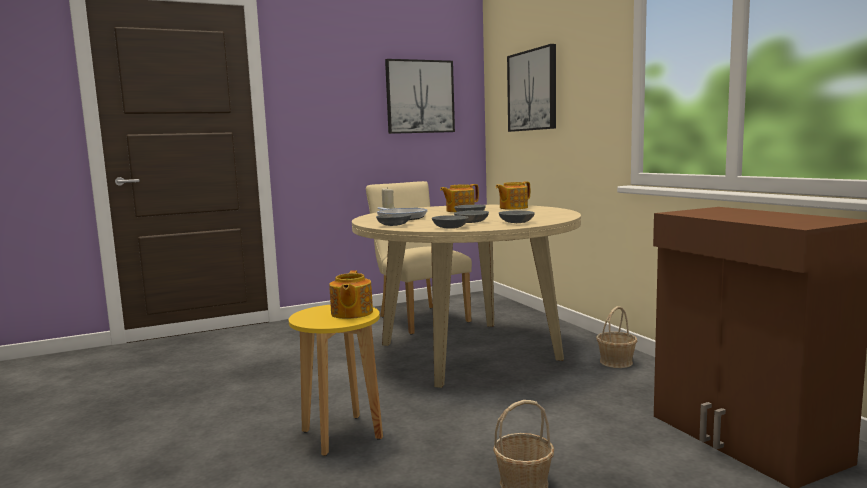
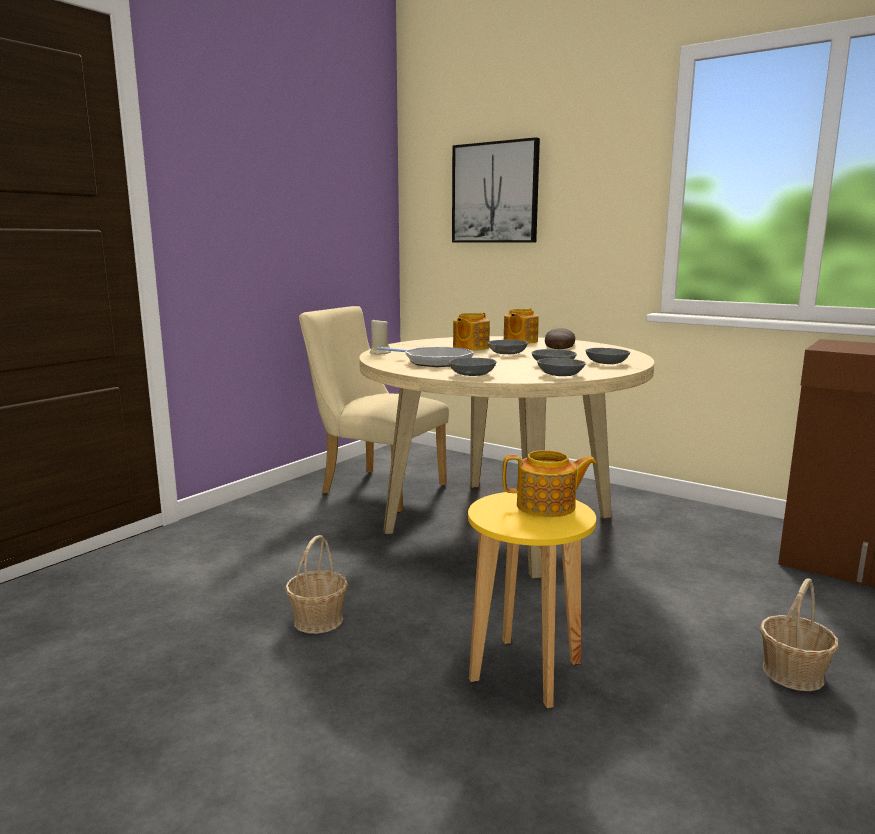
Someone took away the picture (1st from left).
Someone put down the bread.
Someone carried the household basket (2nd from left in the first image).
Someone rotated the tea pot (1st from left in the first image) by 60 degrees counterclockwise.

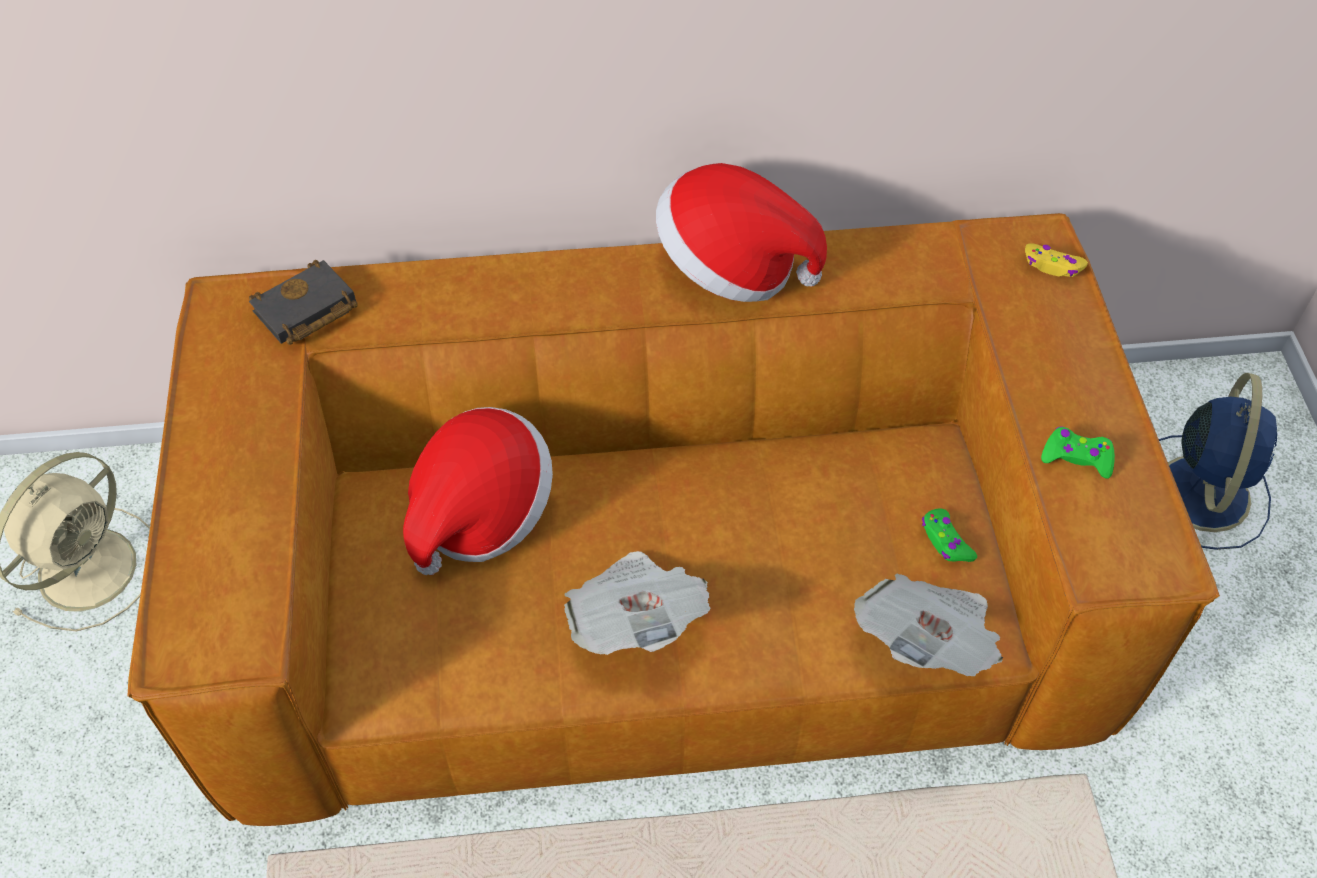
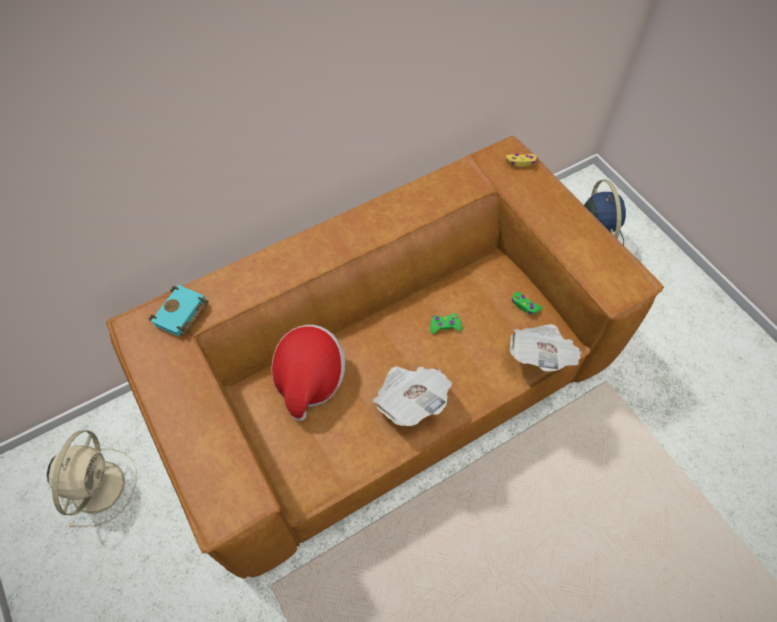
Someone took away the hat (2nd from left).
Someone carried the green joypad (2nd from left in the first image).
Someone repainted the black-coloured book, which became the turquoise-coloured book.

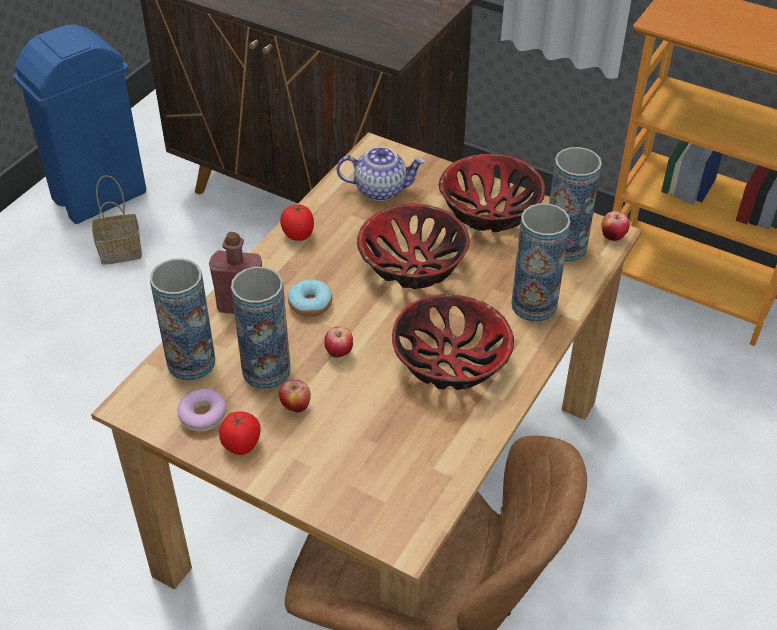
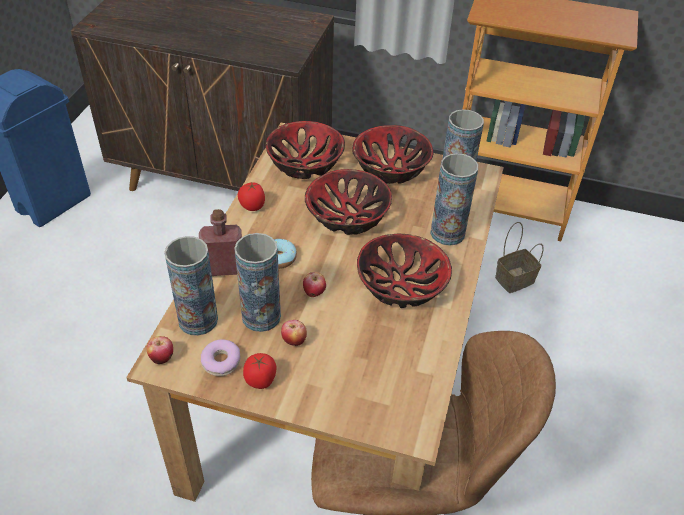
Someone carried the household basket.
Someone carried the apple (3rd from left in the first image).
Someone swapped the tea pot for the serving bowl (1st from left).

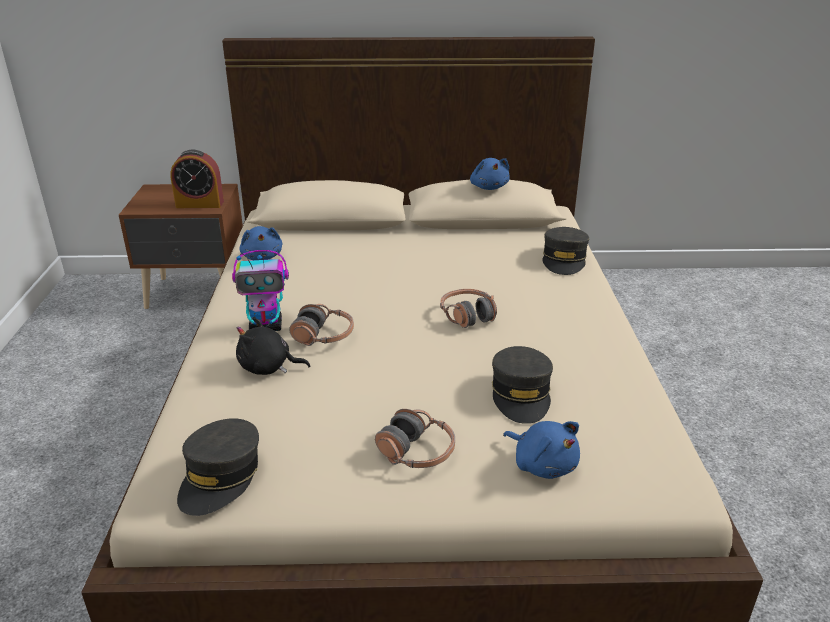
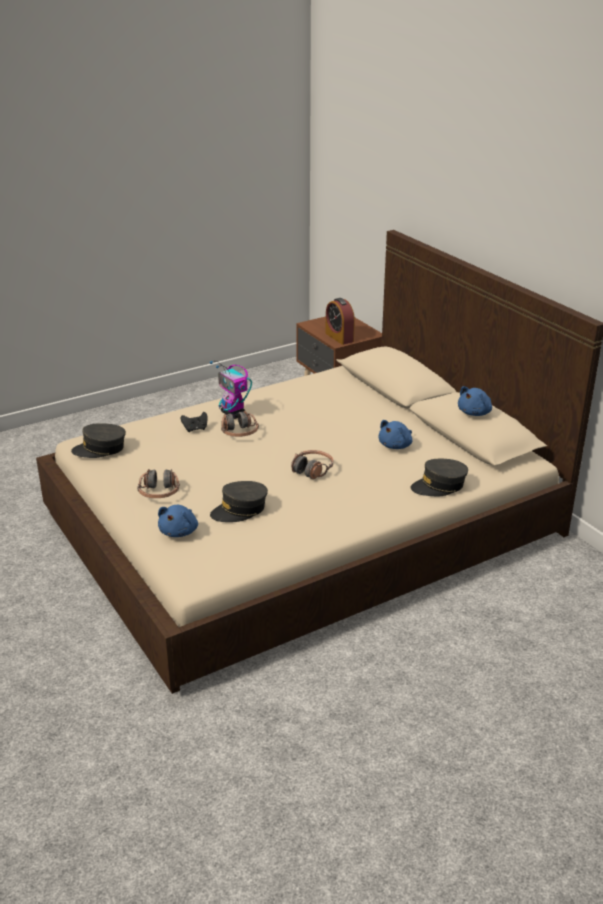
Someone carried the blue soft toy (1st from left in the first image).
Someone swapped the black-coloured soft toy for the black-coloured joypad.

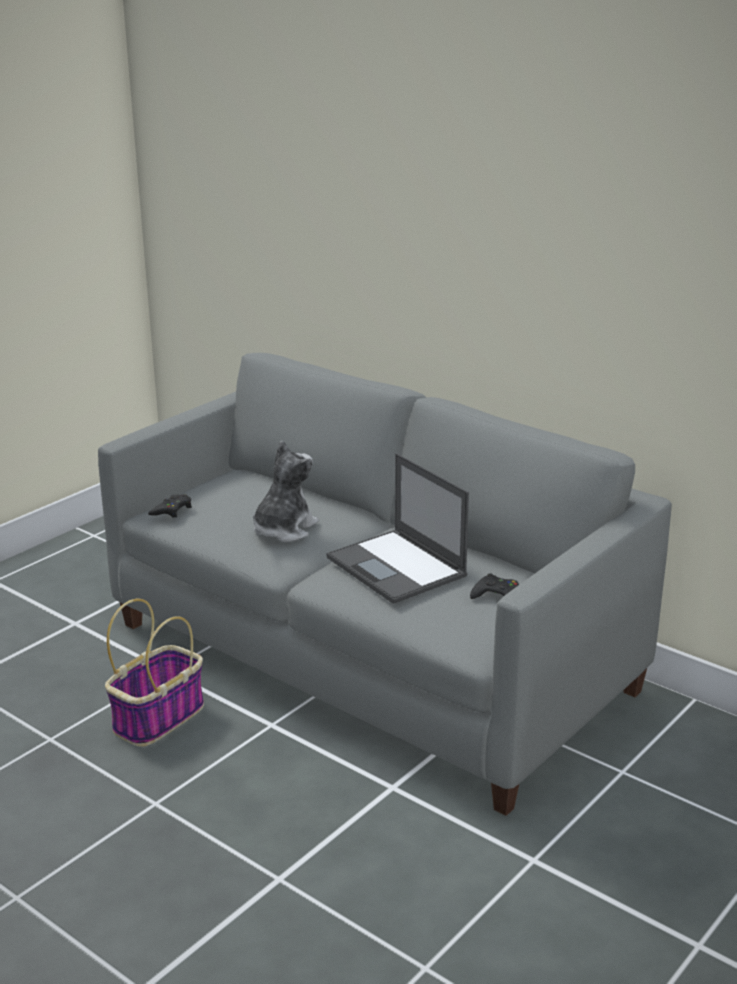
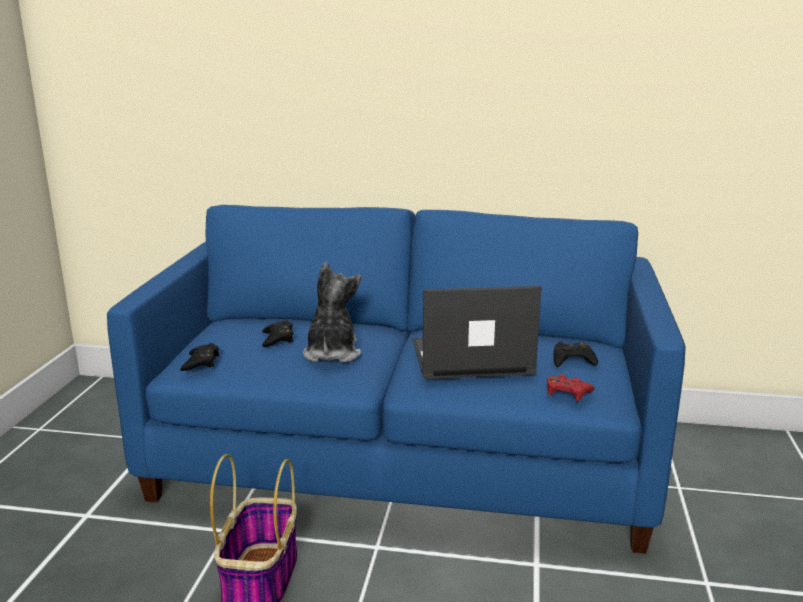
Someone put down the black-coloured joypad (2nd from left).
Someone put down the red-coloured joypad.
Someone repainted the grey sofa, which became the blue sofa.
Someone rotated the portable computer by 150 degrees clockwise.

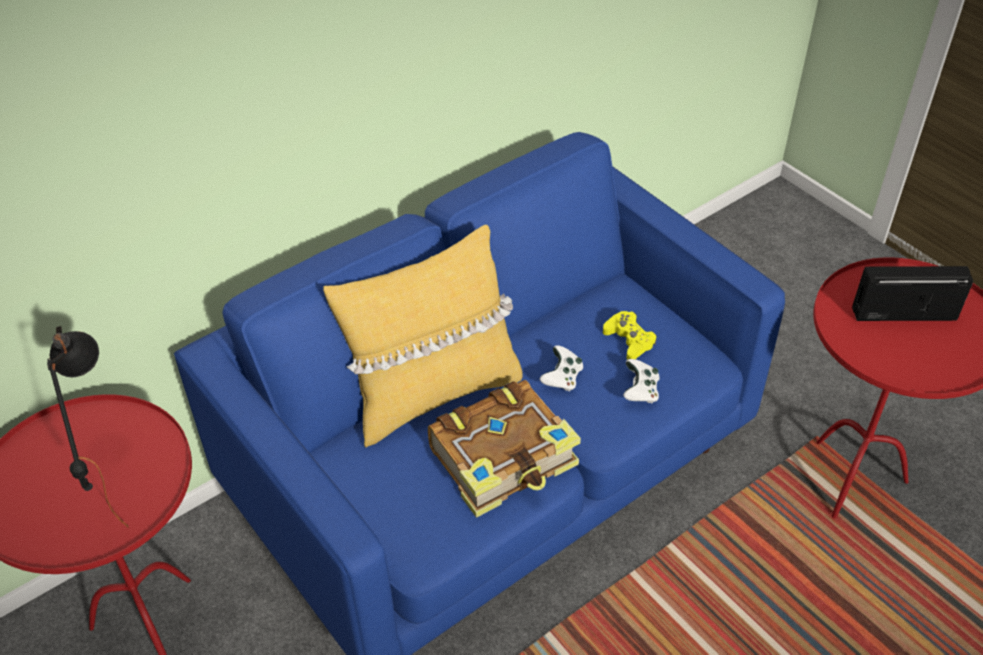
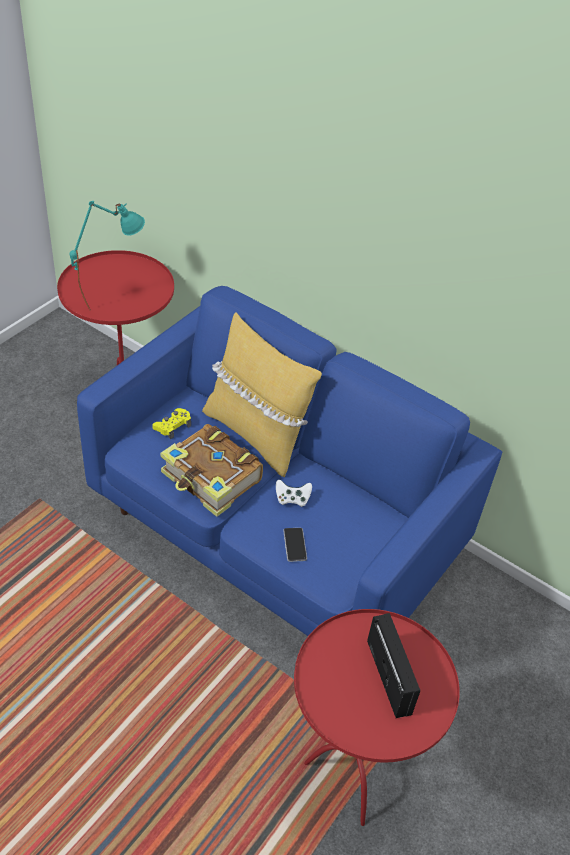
Someone carried the yellowish joypad.
Someone swapped the white-coloured joypad (2nd from left) for the handset.
Someone repainted the black-coloured lamp for a table, which became the turquoise-coloured lamp for a table.

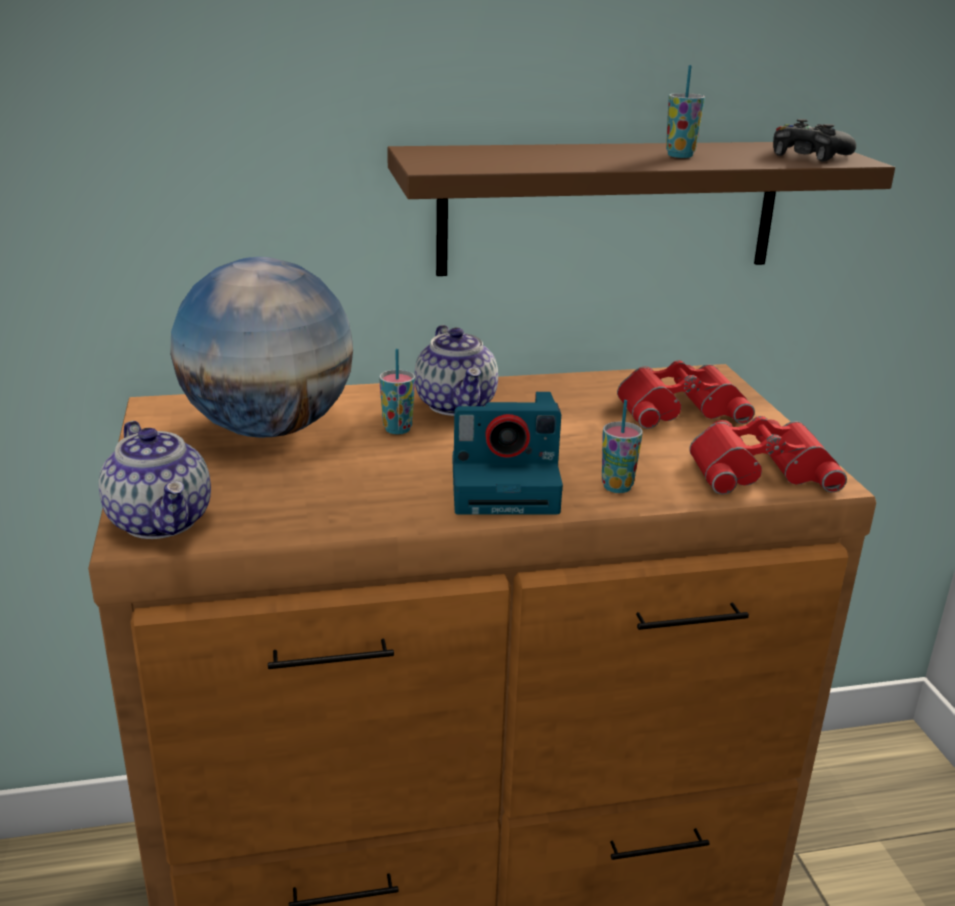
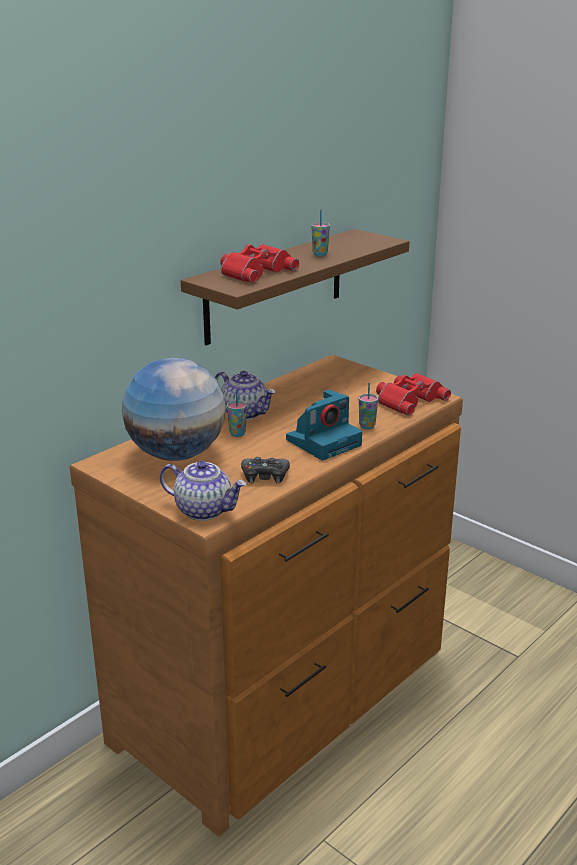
Someone carried the red-coloured field glasses (1st from left).
Someone carried the black-coloured joypad.

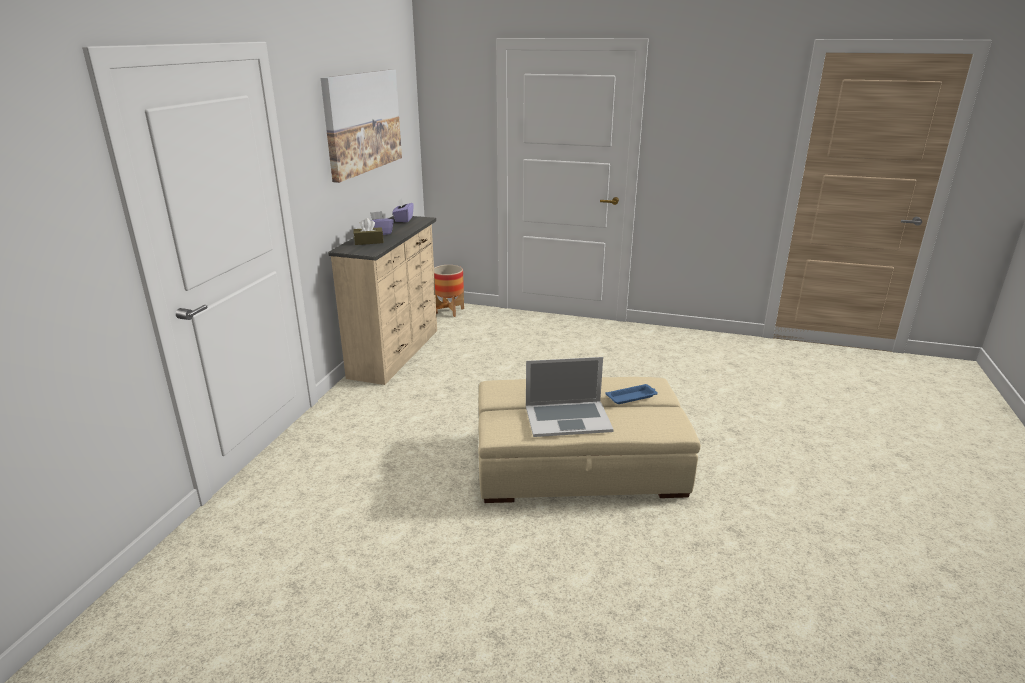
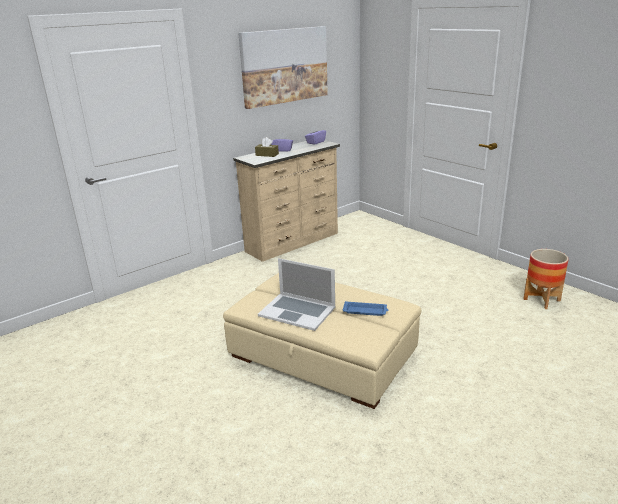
Someone carried the plant pot.

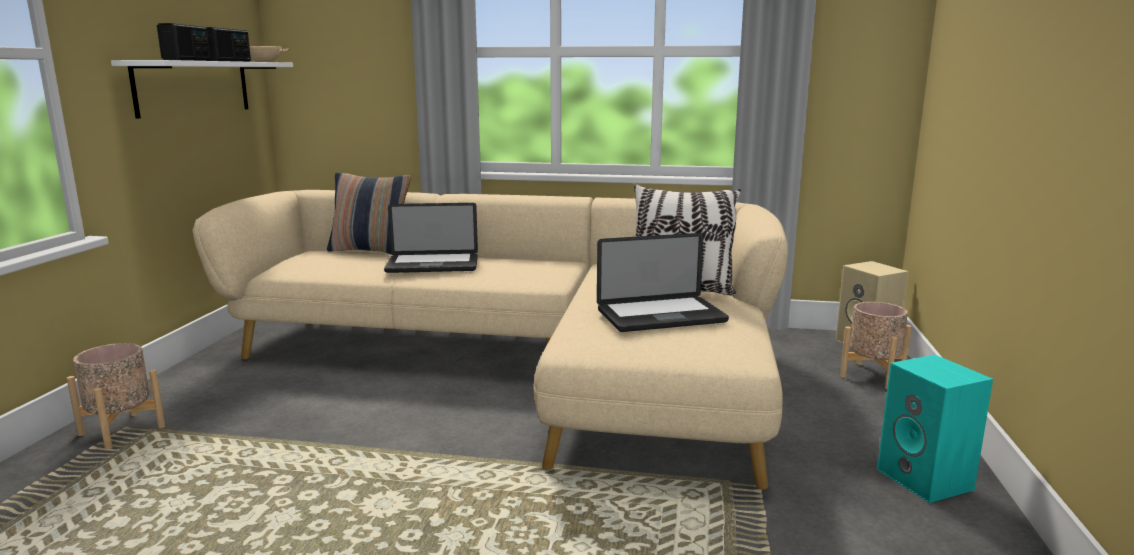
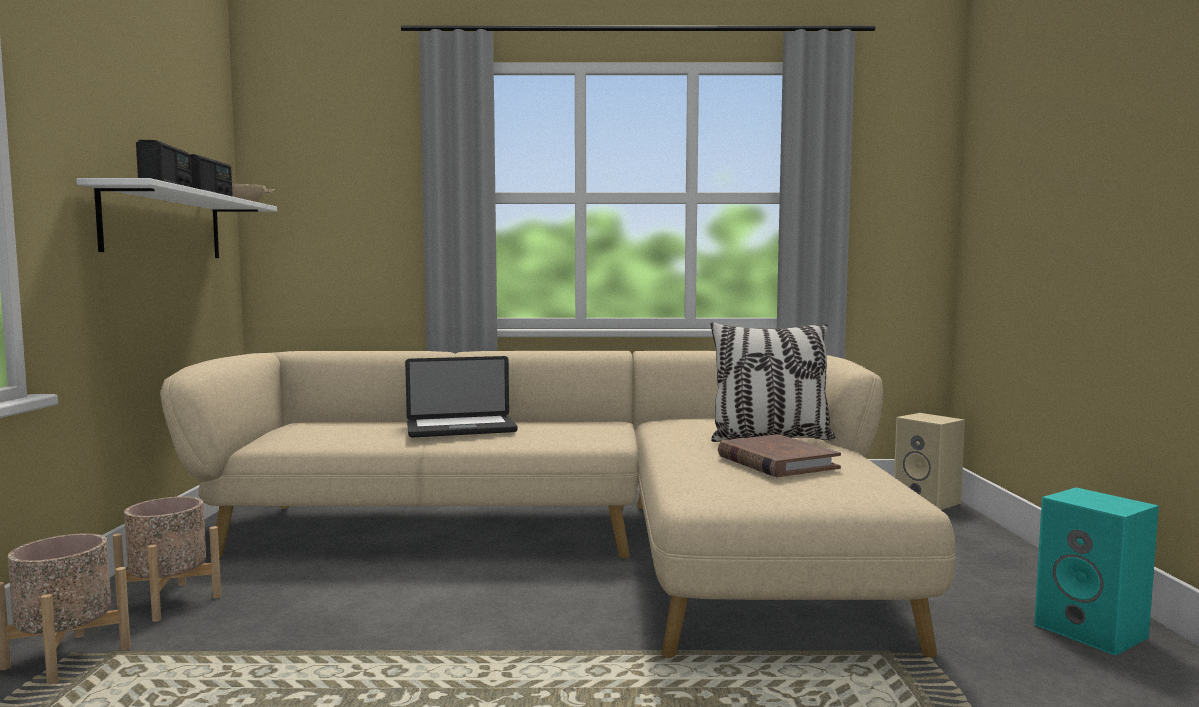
Someone took away the cushion (1st from left).
Someone carried the sand-coloured plant pot (2nd from left).
Someone swapped the portable computer (2nd from left) for the brown book.

